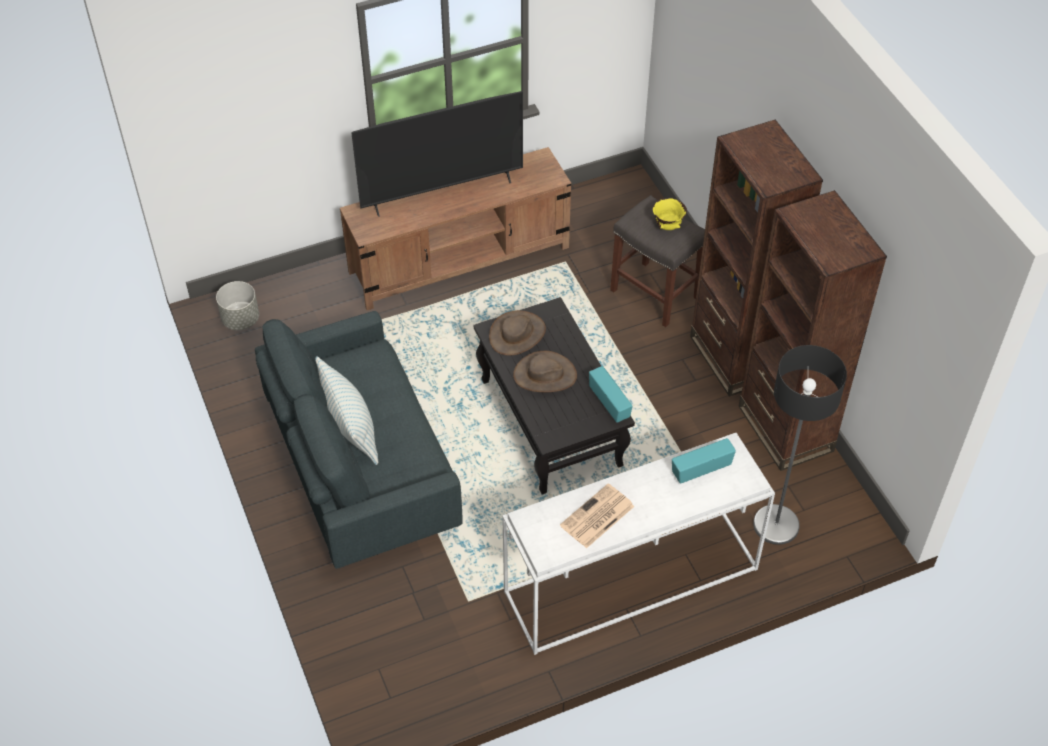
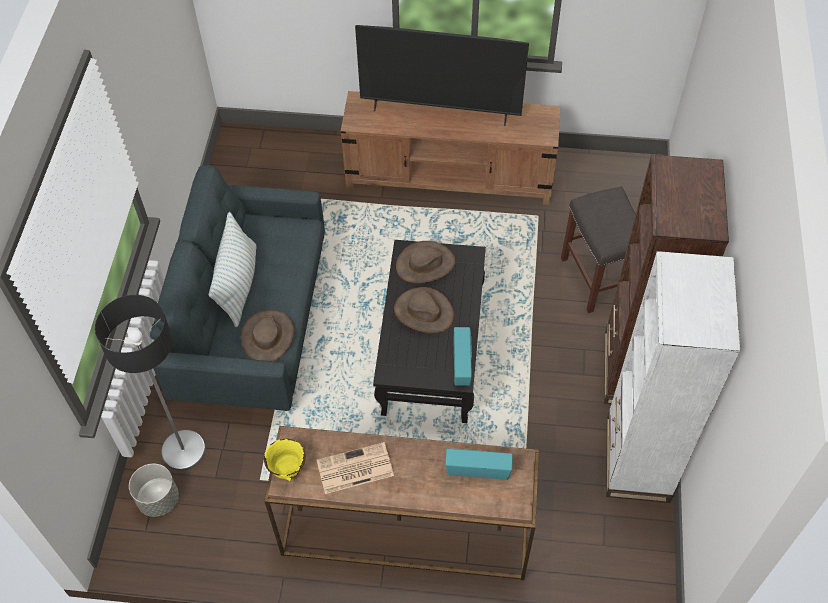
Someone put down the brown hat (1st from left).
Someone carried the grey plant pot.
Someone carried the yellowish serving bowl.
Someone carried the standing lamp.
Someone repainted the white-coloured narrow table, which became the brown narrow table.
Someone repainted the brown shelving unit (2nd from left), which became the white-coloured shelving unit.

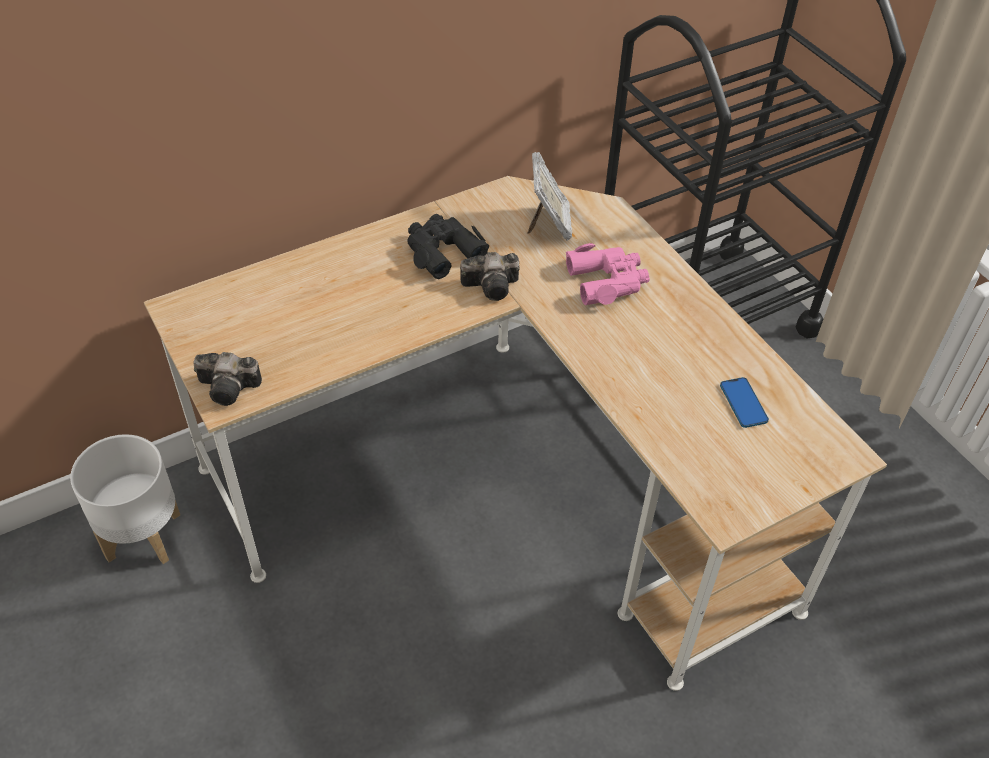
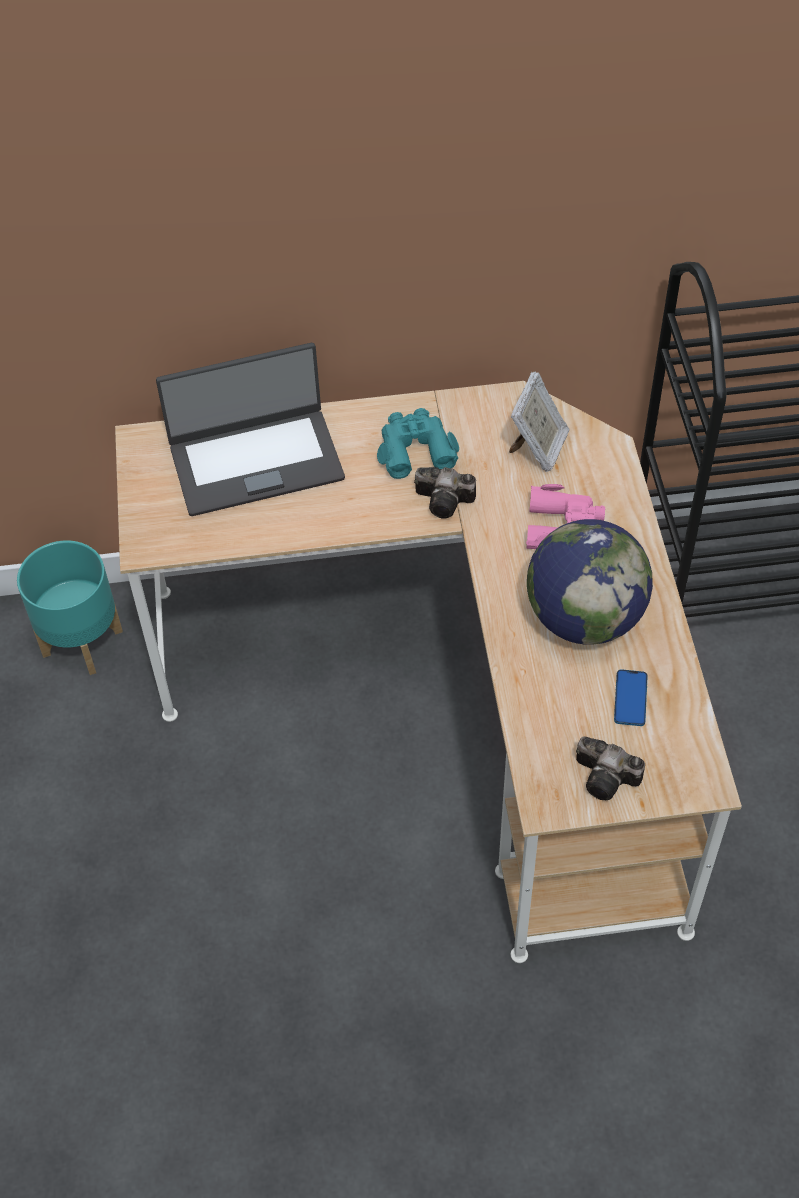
Someone put down the portable computer.
Someone put down the world globe.
Someone carried the still camera (1st from left in the first image).
Someone repainted the white-coloured plant pot, which became the turquoise-coloured plant pot.
Someone repainted the black-coloured field glasses, which became the turquoise-coloured field glasses.

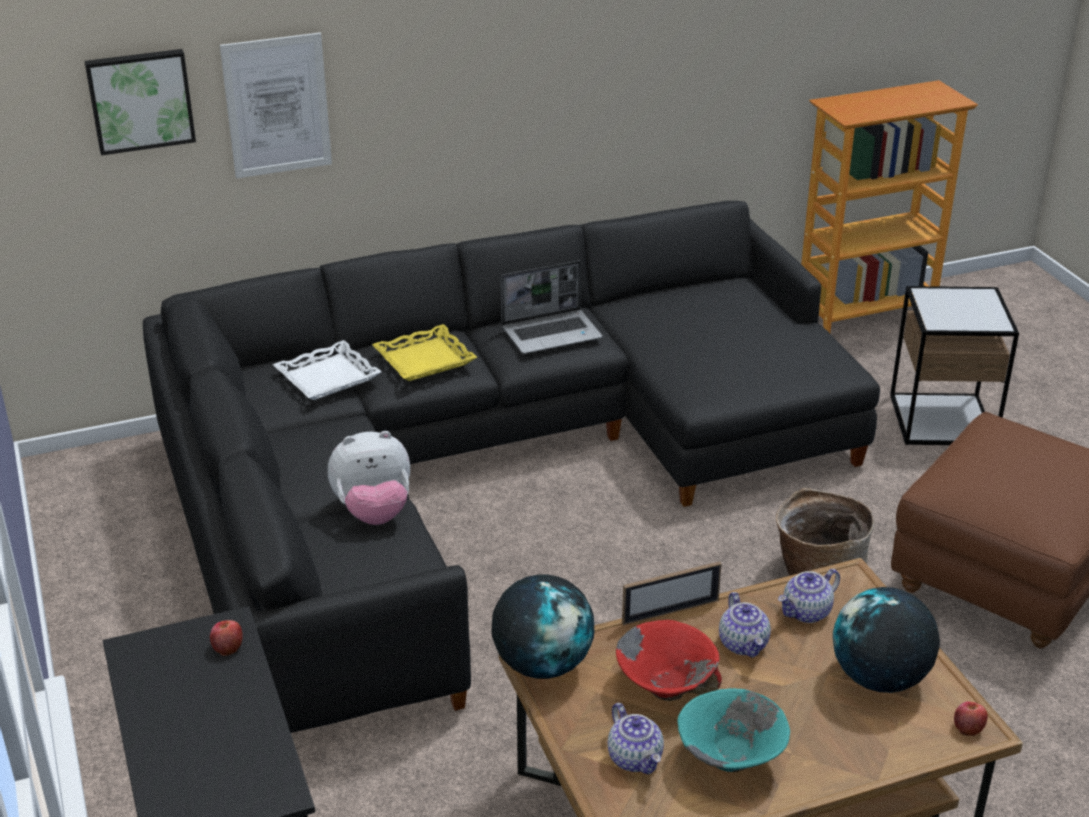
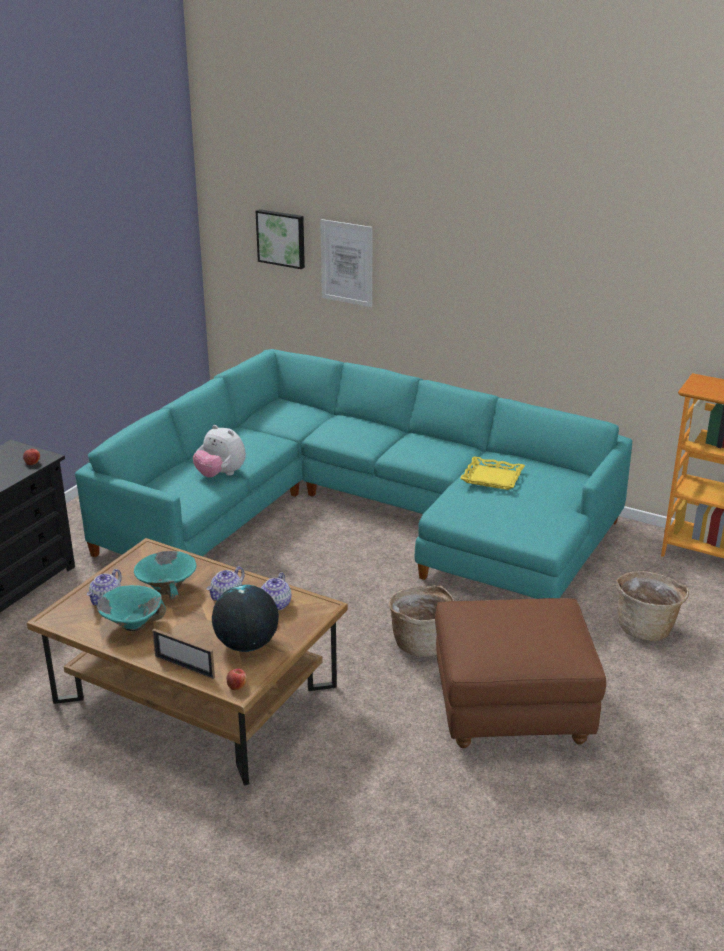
Someone took away the white-coloured tray.
Someone took away the world globe (1st from left).
Someone took away the portable computer.
Someone carried the yellowish tray.
Someone carried the photo frame.
Someone swapped the accent table for the household basket (2nd from left).
Someone repainted the black-coloured sofa, which became the turquoise-coloured sofa.
Someone repainted the red-coloured serving bowl, which became the turquoise-coloured serving bowl (2nd from left).
Someone rotated the tea pot (3rd from left) by 90 degrees counterclockwise.

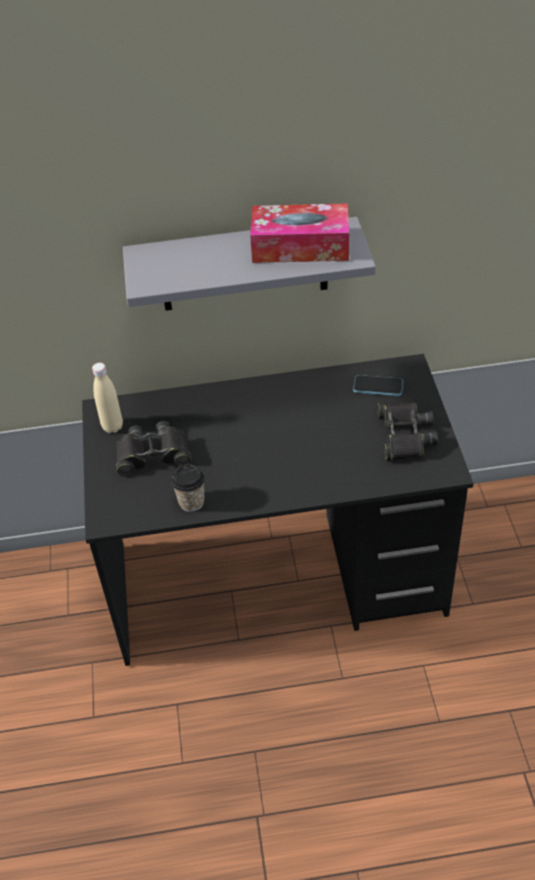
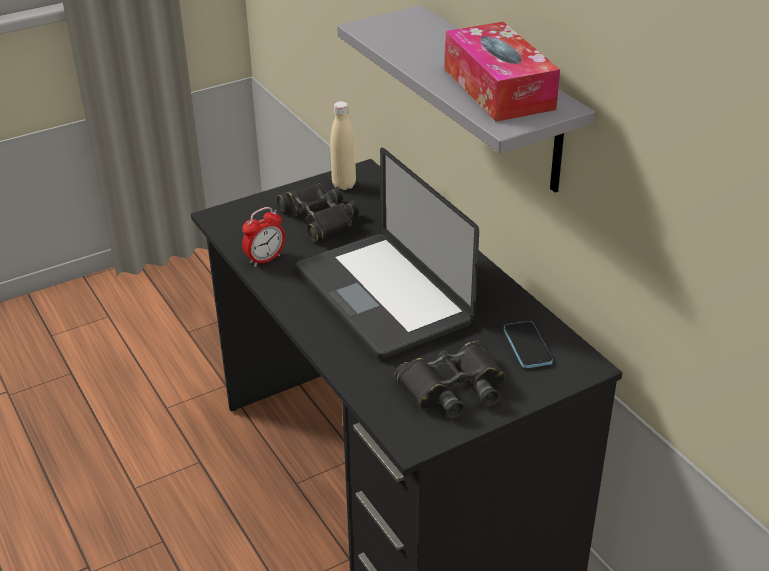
Someone put down the portable computer.
Someone swapped the cup for the bedside clock.

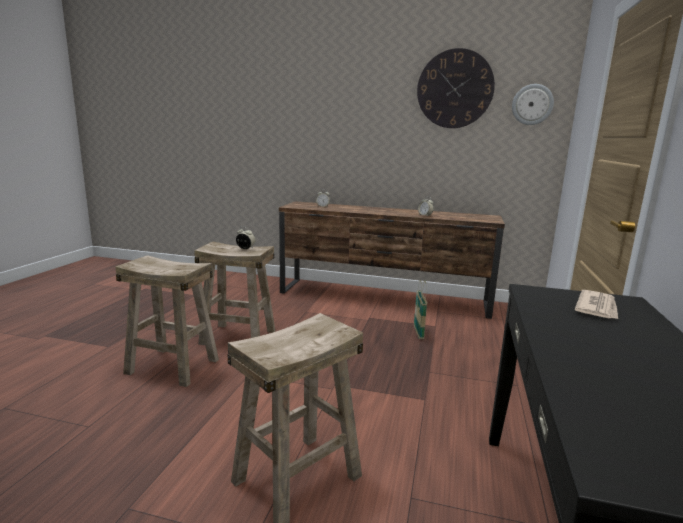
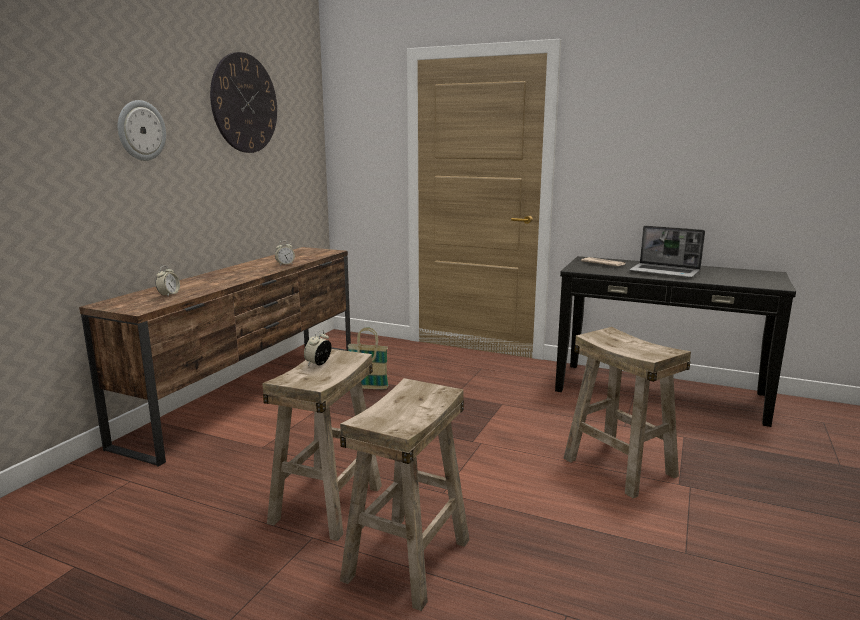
Someone put down the portable computer.
Someone carried the clock on the wall (2nd from left in the first image).

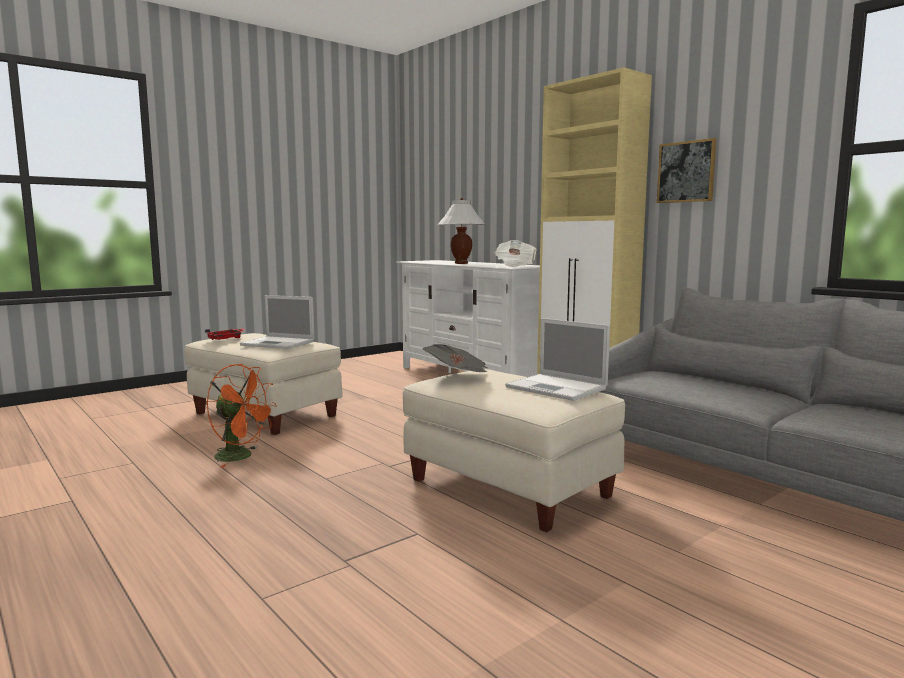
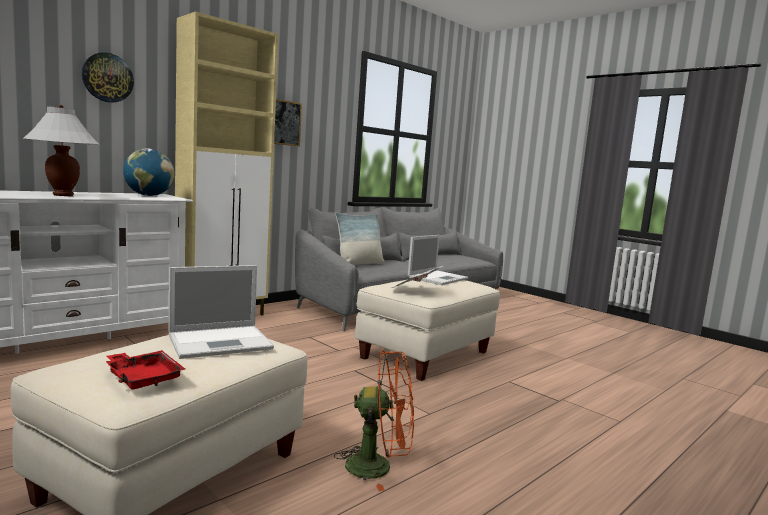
Someone put up the clock on the wall.
Someone put down the cushion.
Someone swapped the newspaper (2nd from left) for the world globe.
Someone rotated the orangey cooling fan by 75 degrees clockwise.
Someone rotated the portable computer (1st from left) by 45 degrees clockwise.

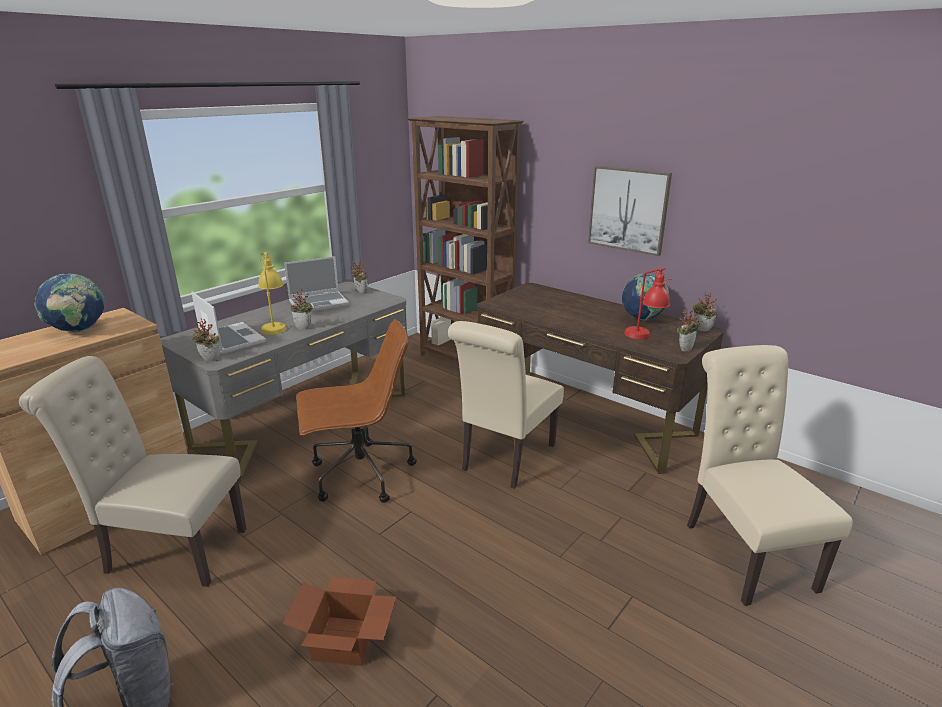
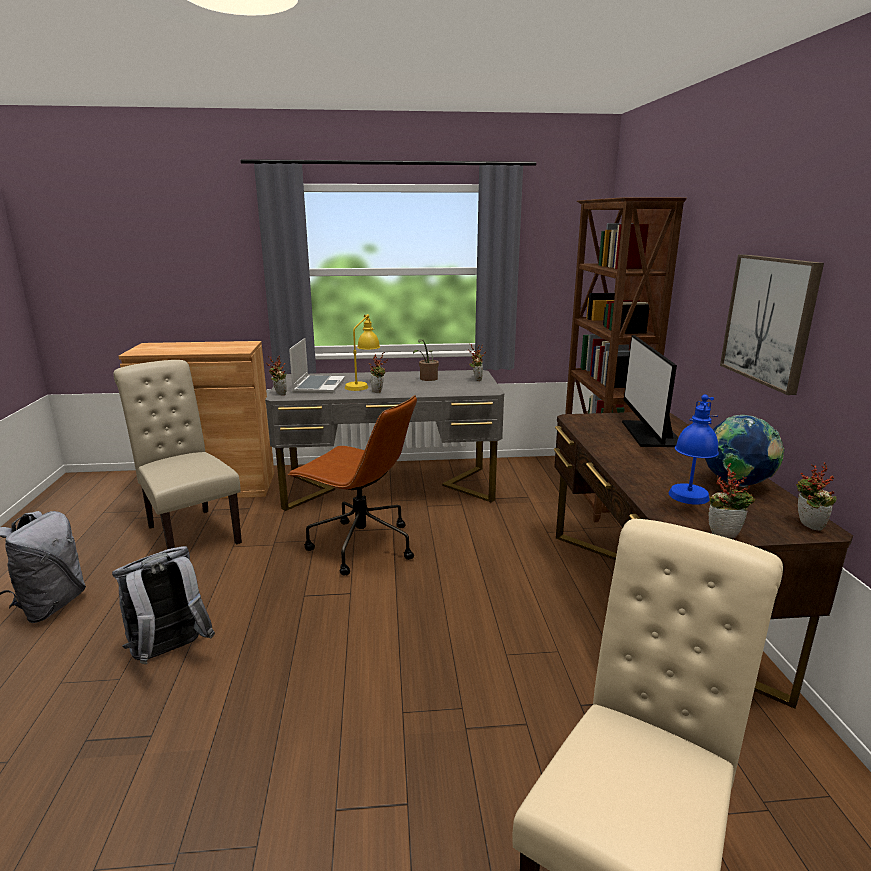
Someone took away the world globe (1st from left).
Someone took away the sand-coloured plain chair (2nd from left).
Someone put down the computer screen.
Someone swapped the packing box for the grey knapsack (2nd from left).
Someone swapped the portable computer (2nd from left) for the houseplant (3rd from left).
Someone repainted the red-coloured lamp for a table, which became the blue lamp for a table.

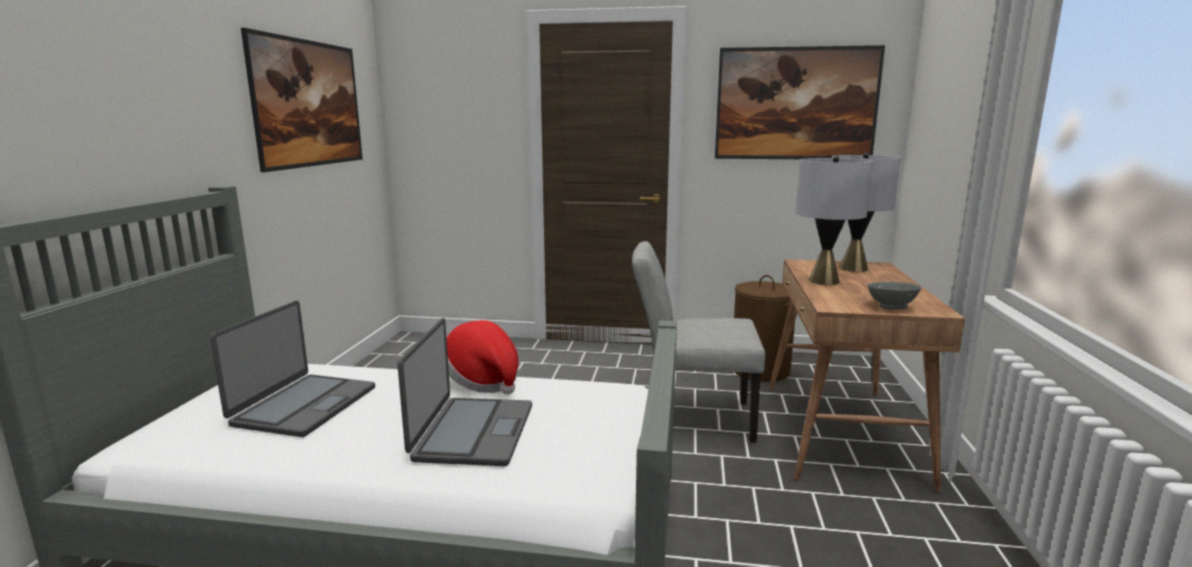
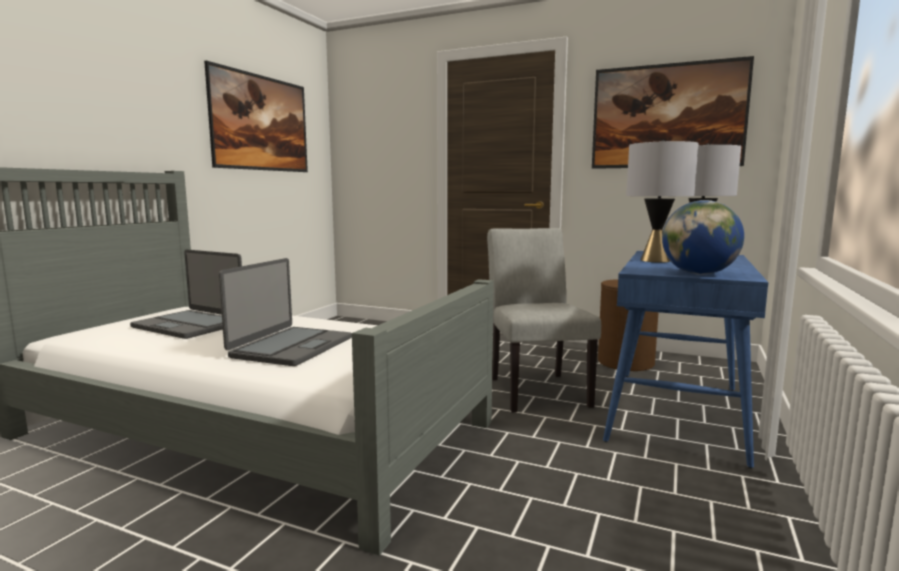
Someone took away the hat.
Someone swapped the grey serving bowl for the world globe.
Someone repainted the brown desk unit, which became the blue desk unit.
Someone rotated the portable computer (1st from left) by 90 degrees clockwise.
Someone rotated the grey plain chair by 60 degrees clockwise.

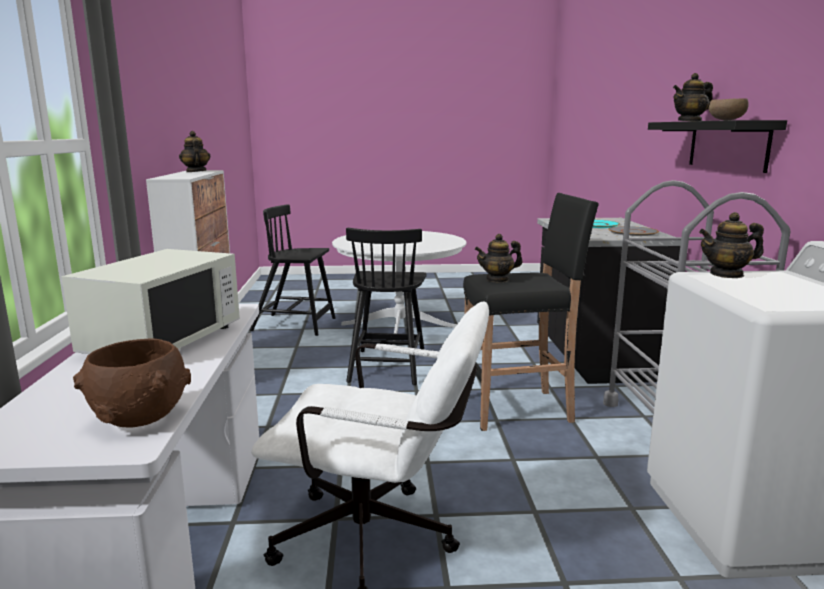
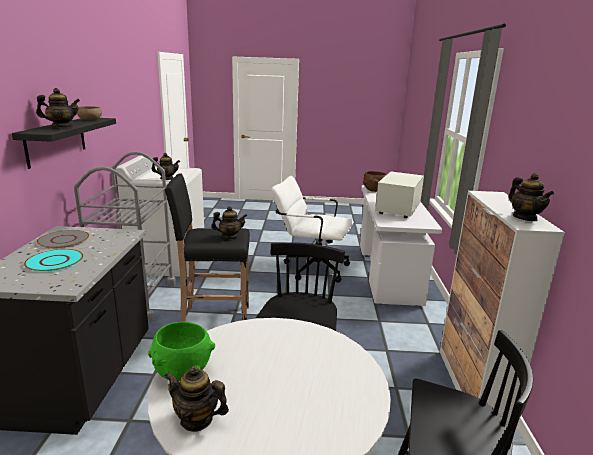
Someone put down the green serving bowl.
Someone put down the tea pot (3rd from left).

